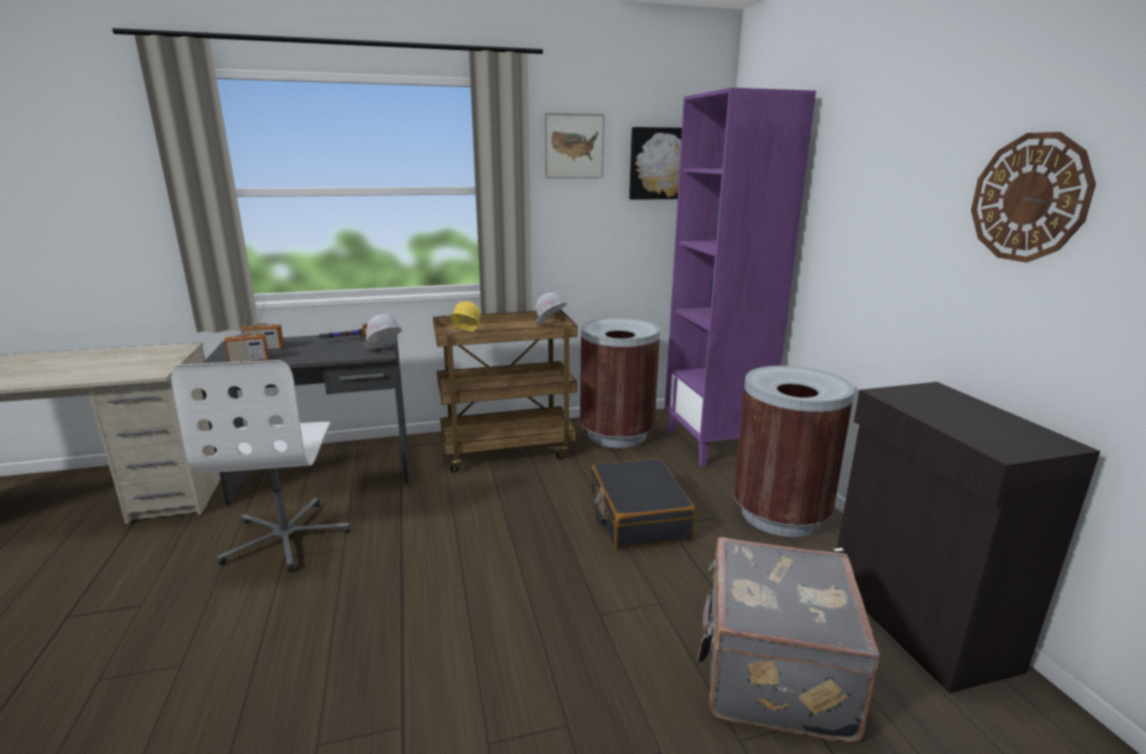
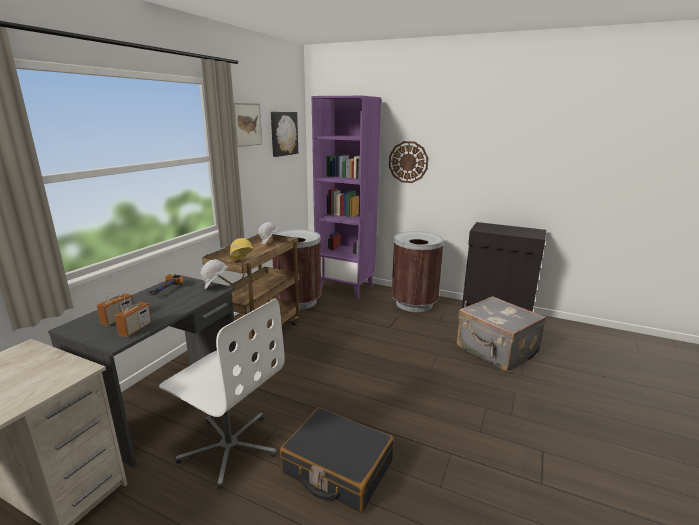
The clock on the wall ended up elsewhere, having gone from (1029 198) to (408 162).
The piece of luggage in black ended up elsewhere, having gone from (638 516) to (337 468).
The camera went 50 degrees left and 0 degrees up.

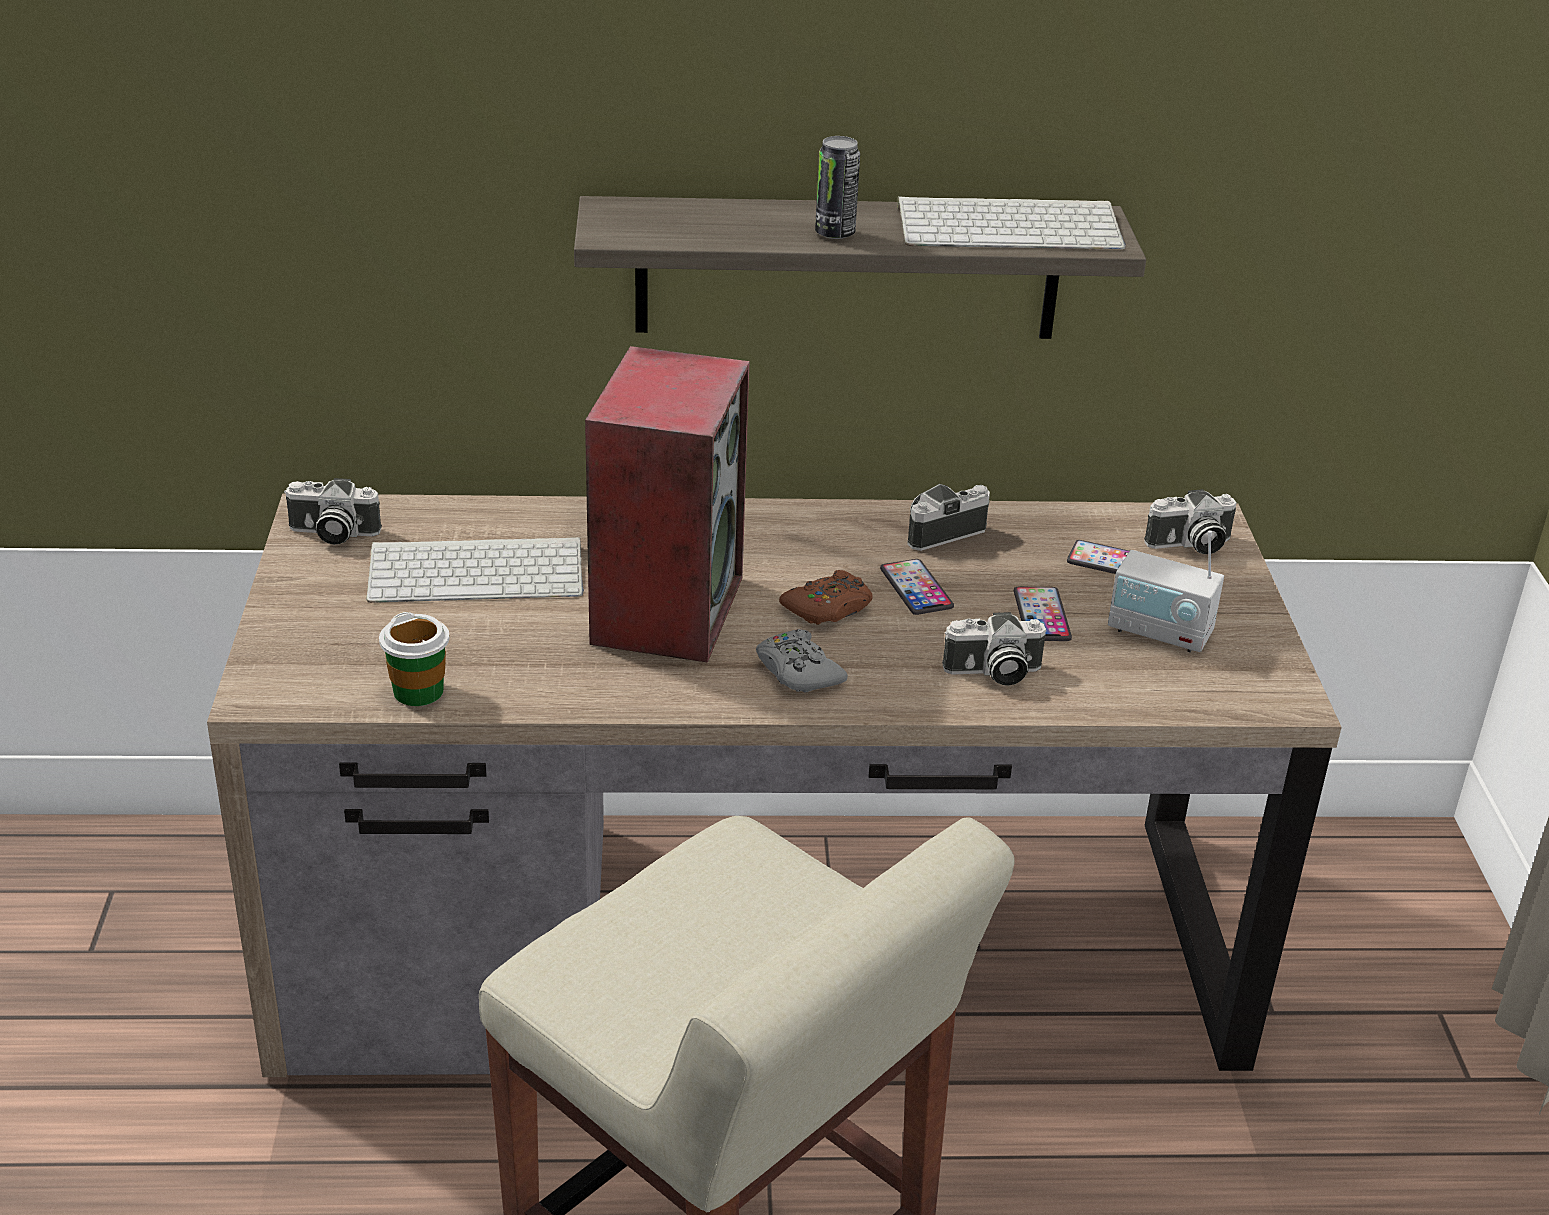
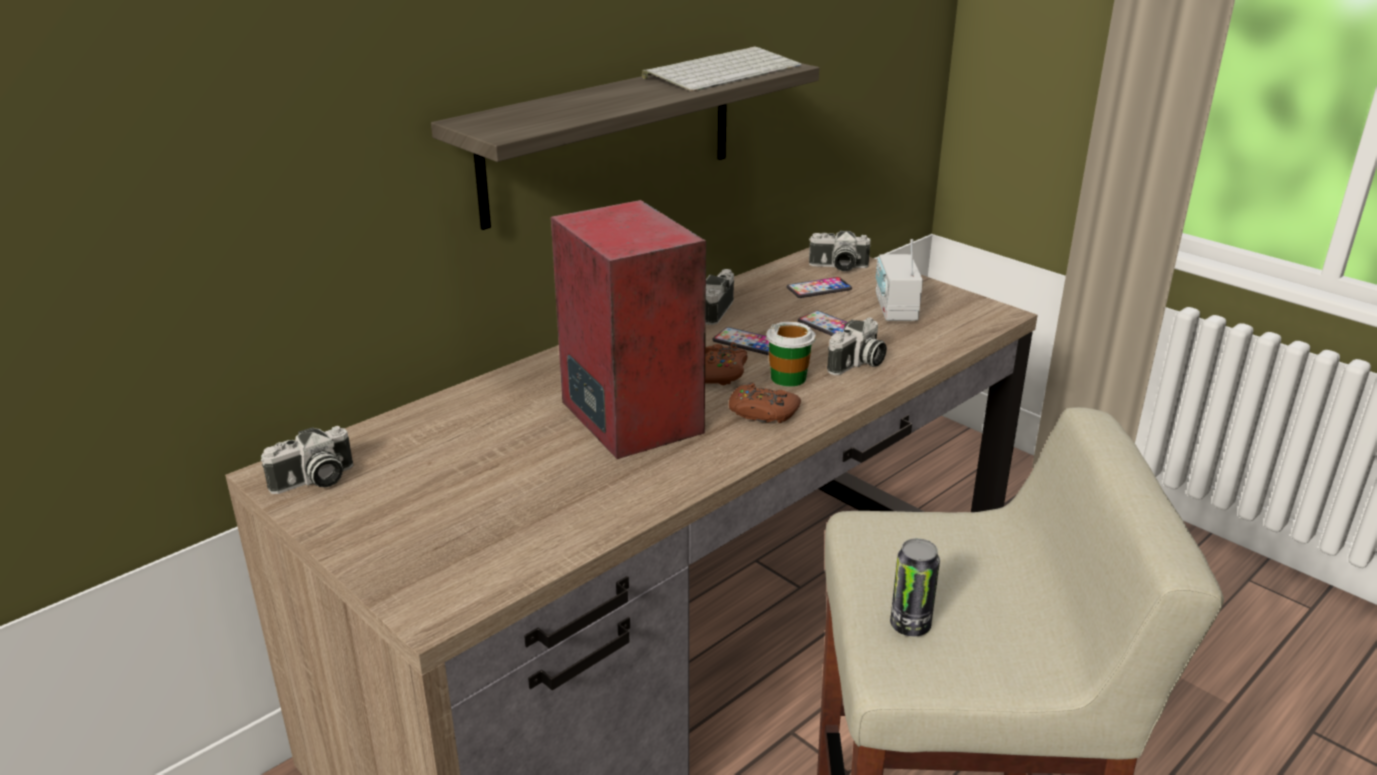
The metal can ended up elsewhere, having gone from (835 233) to (910 625).
The still camera at (1190 545) ended up facing another way, 60 degrees clockwise from before.
The radio set at (1159 632) ended up facing another way, 105 degrees clockwise from before.
The second view lost the PC keyboard at (479 571).
The small cup ended up elsewhere, having gone from (418 691) to (788 378).
What was the game controller in gray at (798 671) turned into the game controller in brownish at (762 412).
The camera went 40 degrees left and 5 degrees down.

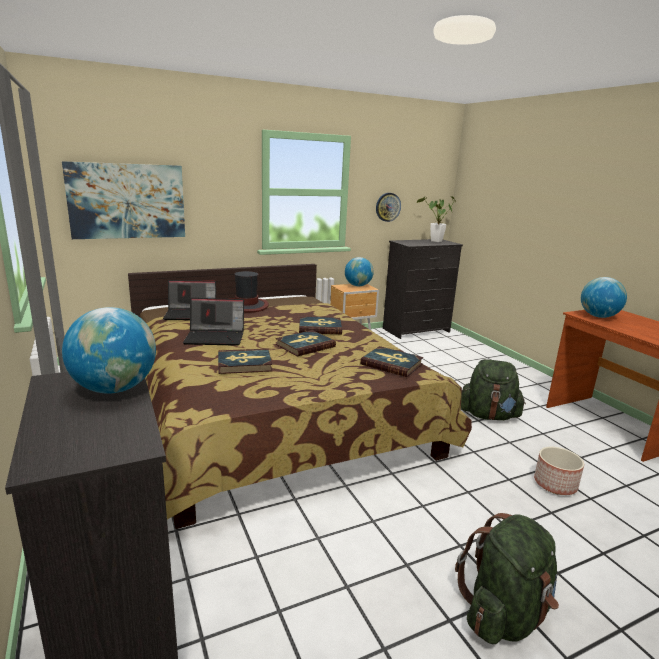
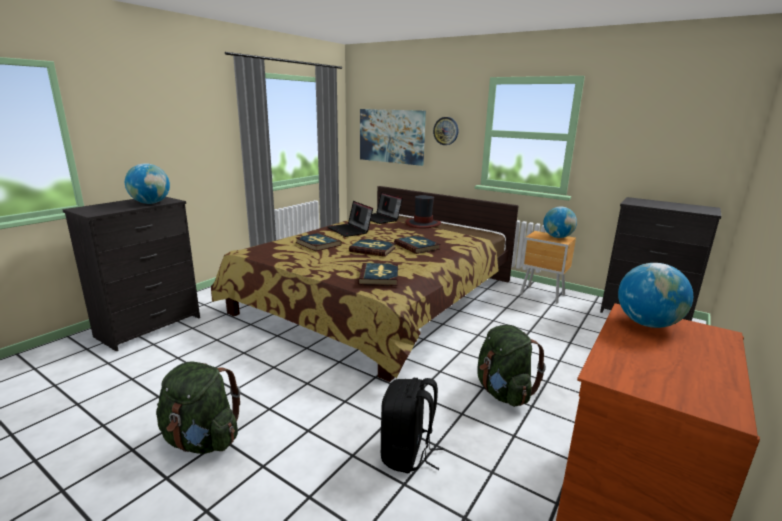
The clock on the wall ended up elsewhere, having gone from (388 207) to (446 131).
The second view lost the houseplant at (435 241).
Where the plant pot stood at (555 484), the rucksack in black came to stand at (407 454).
The camera went 60 degrees right and 0 degrees up.

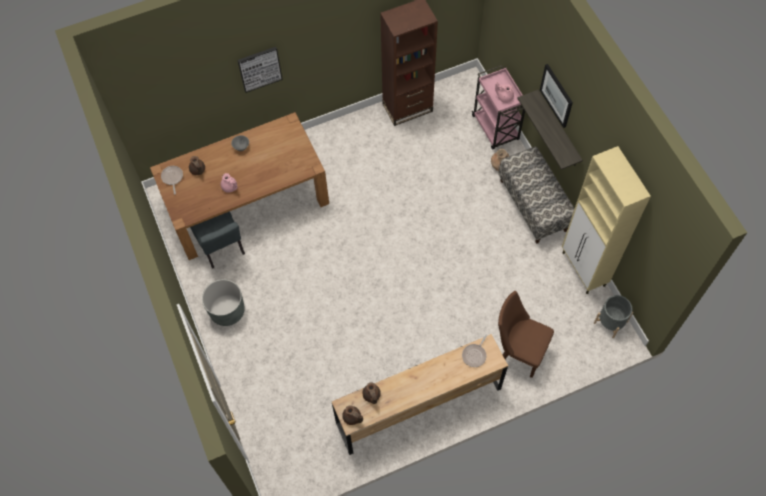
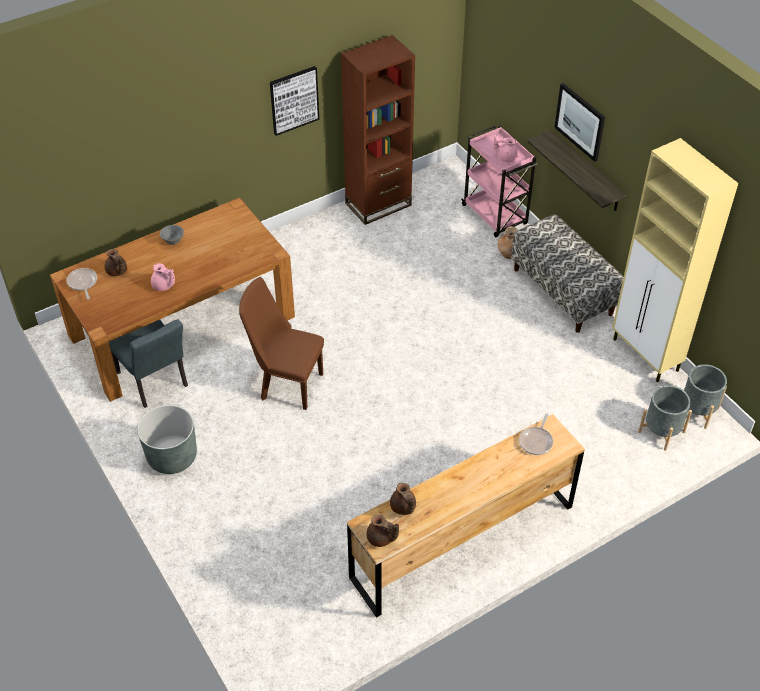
The wall art ended up elsewhere, having gone from (259 68) to (294 100).
The upright chair in brownish ended up elsewhere, having gone from (517 352) to (286 384).
The second view gained the plant pot in gray at (661 431).
The camera went 10 degrees left and 15 degrees down.

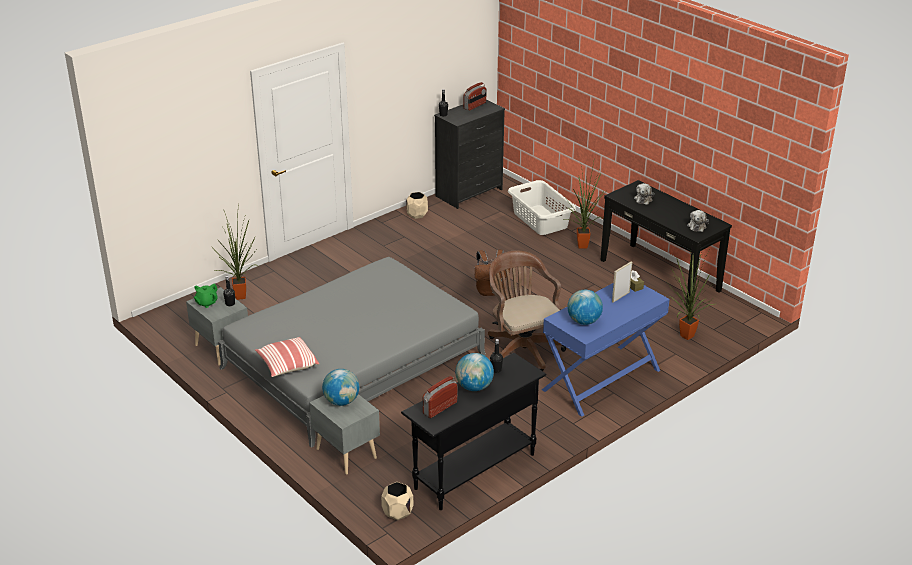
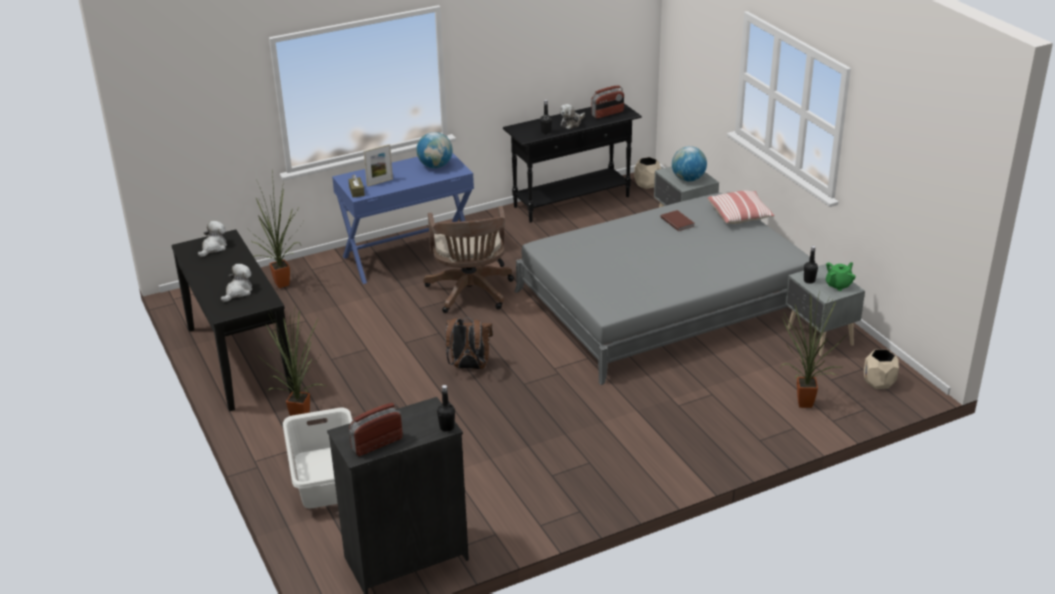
The plant pot in beige-coloured ended up elsewhere, having gone from (417 214) to (879 382).
Where the globe stood at (474 387), the soft toy came to stand at (571 123).
The second view gained the book in brownish at (677 221).
The camera went 165 degrees left and 0 degrees up.

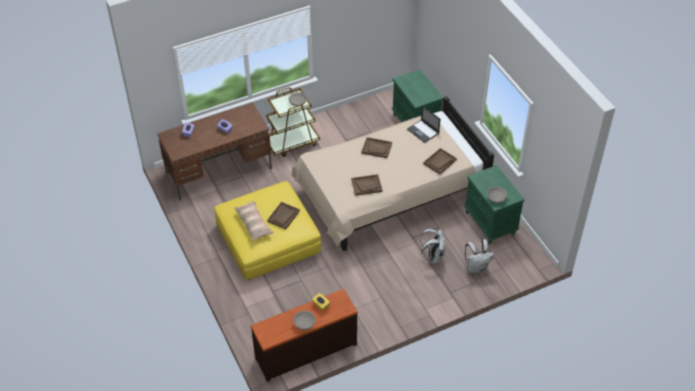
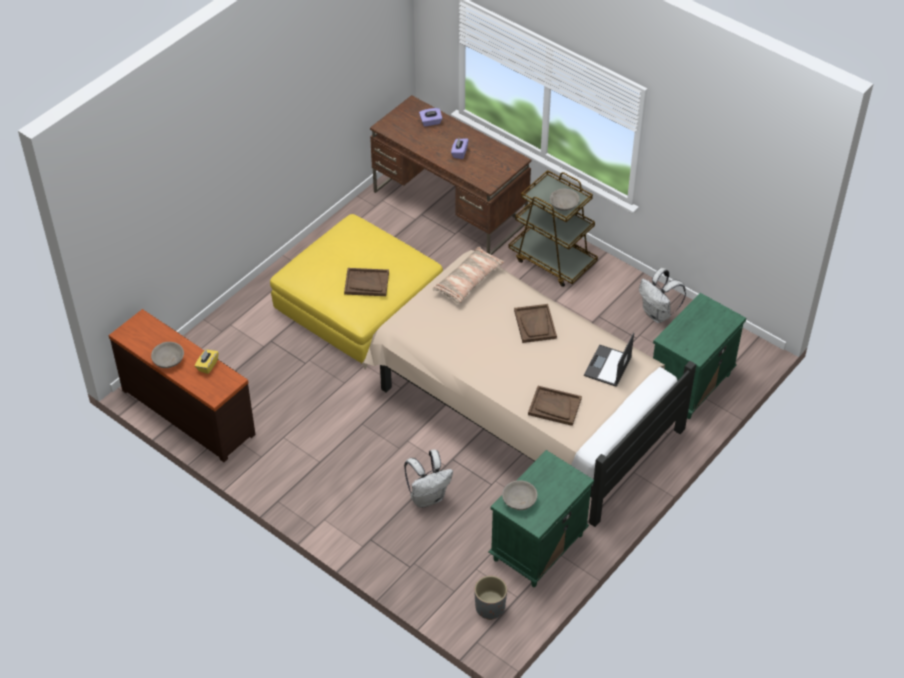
The second view lost the tray in brownish at (366 185).
The pillow ended up elsewhere, having gone from (254 224) to (469 281).
The rucksack in white-coloured ended up elsewhere, having gone from (476 268) to (658 314).
The second view gained the plant pot in gray at (490 607).
The camera went 65 degrees right and 0 degrees up.

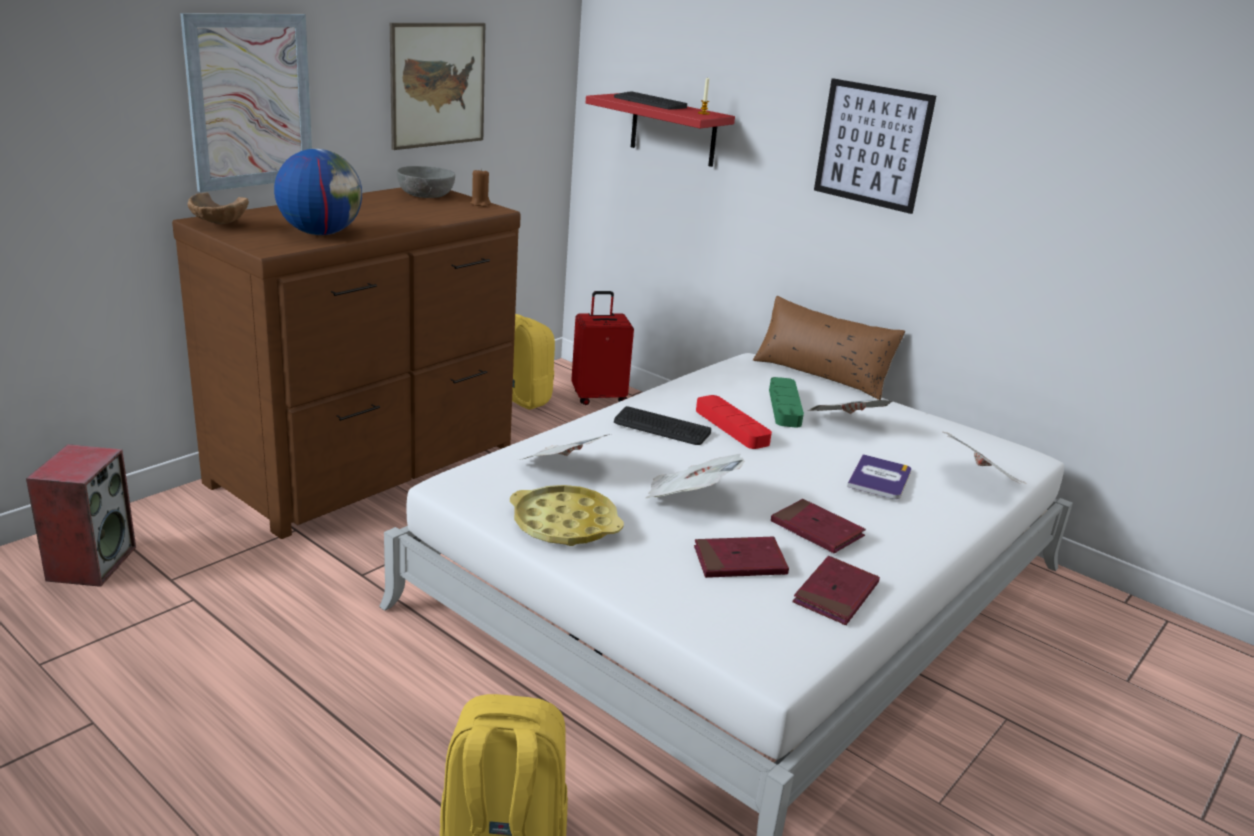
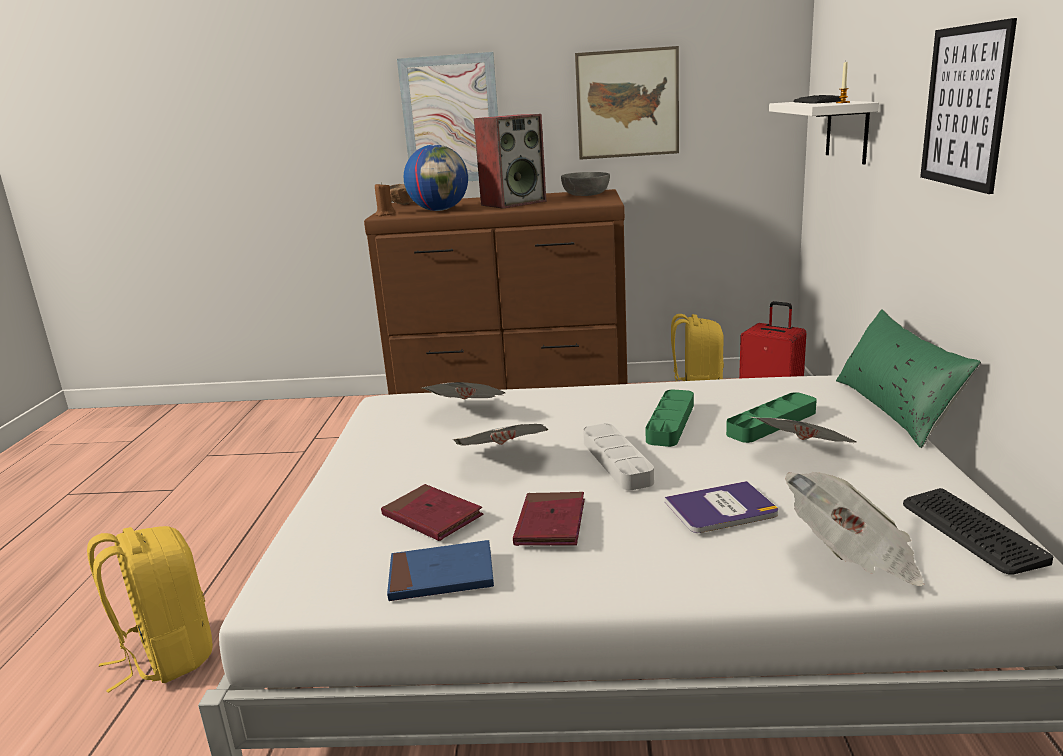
What was the wall shelf in red-coloured at (673 130) turned into the wall shelf in white-coloured at (847 130).
The candle in brownish ended up elsewhere, having gone from (480 204) to (385 214).
What was the pillow in brownish at (821 375) turned into the pillow in greenish at (895 409).
What was the tray in red-coloured at (731 426) turned into the tray in greenish at (670 423).
The PC keyboard ended up elsewhere, having gone from (661 428) to (970 531).
The loudspeaker ended up elsewhere, having gone from (91 563) to (513 203).
The second view lost the tray in yellowish at (565 524).
What was the book in red-coloured at (835 594) turned into the book in bluish at (441 576).
The second view gained the tray in gray at (616 461).
The camera went 55 degrees right and 5 degrees down.

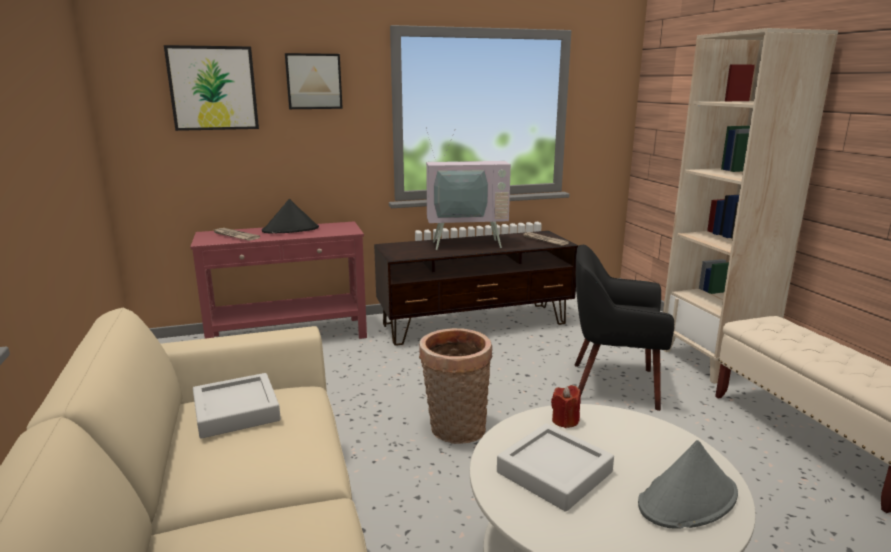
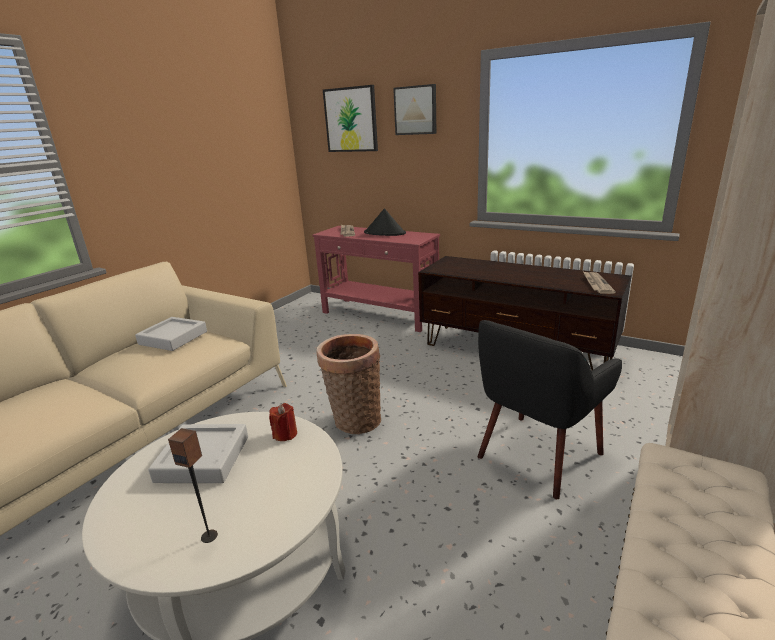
The second view lost the TV at (466 243).
The armchair in black at (612 384) ended up facing another way, 105 degrees counterclockwise from before.
Where the wearable hat in gray stood at (688 499), the loudspeaker came to stand at (209 536).
The camera went 50 degrees right and 5 degrees up.

